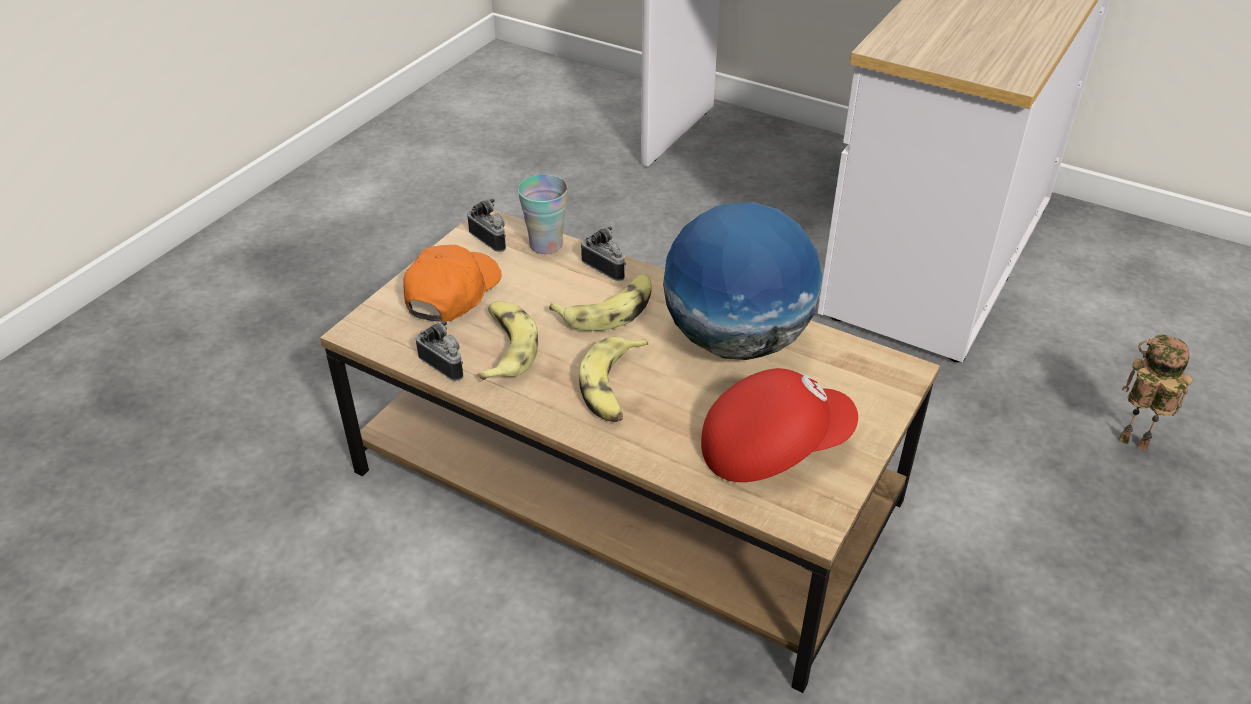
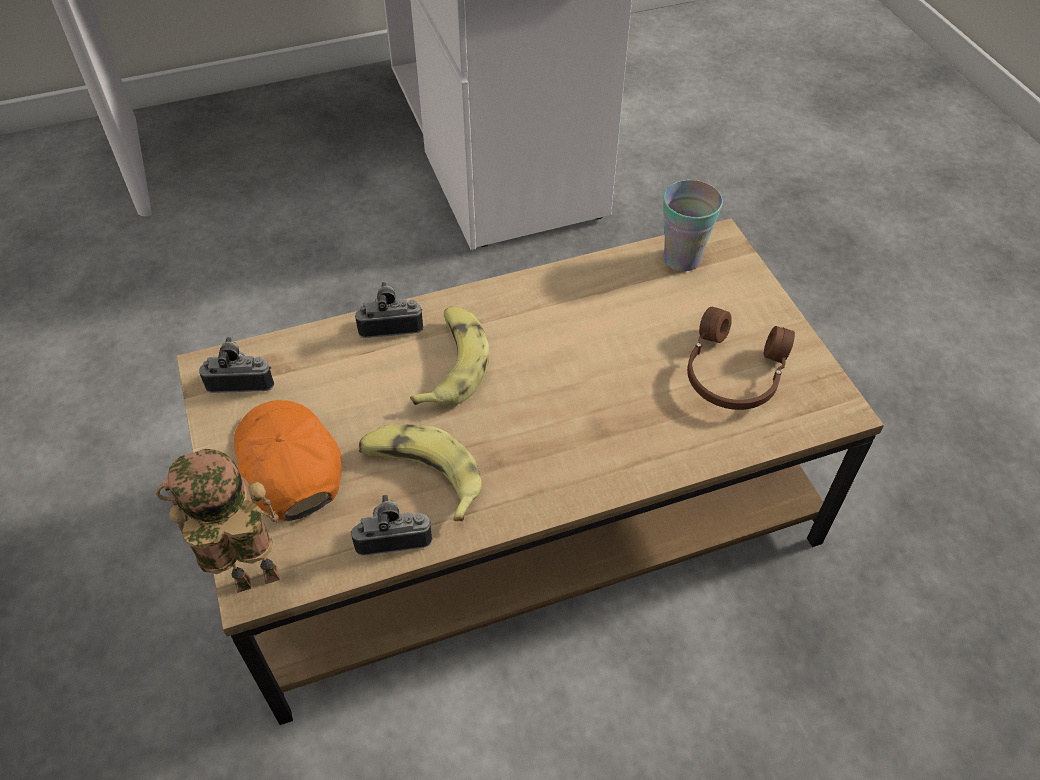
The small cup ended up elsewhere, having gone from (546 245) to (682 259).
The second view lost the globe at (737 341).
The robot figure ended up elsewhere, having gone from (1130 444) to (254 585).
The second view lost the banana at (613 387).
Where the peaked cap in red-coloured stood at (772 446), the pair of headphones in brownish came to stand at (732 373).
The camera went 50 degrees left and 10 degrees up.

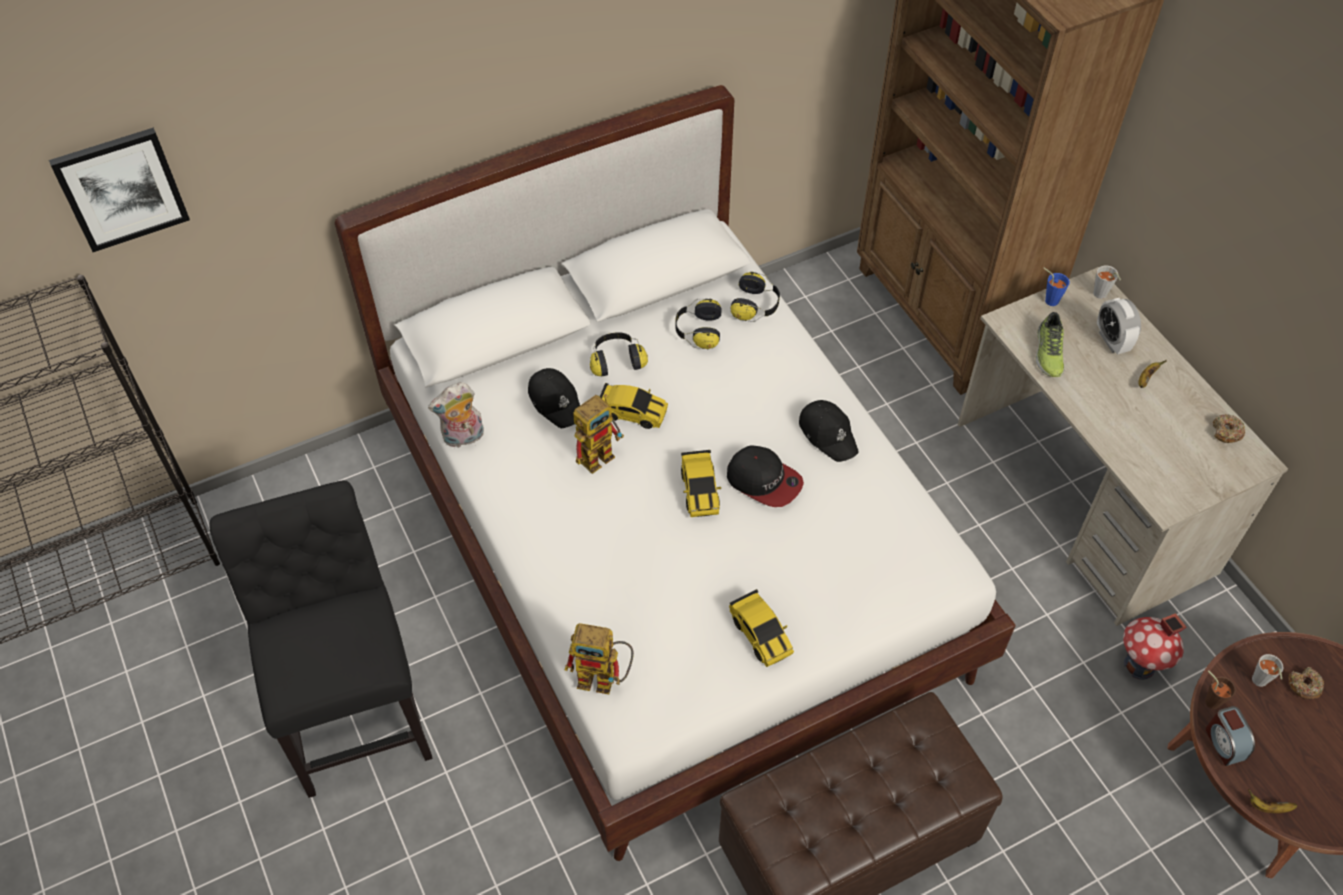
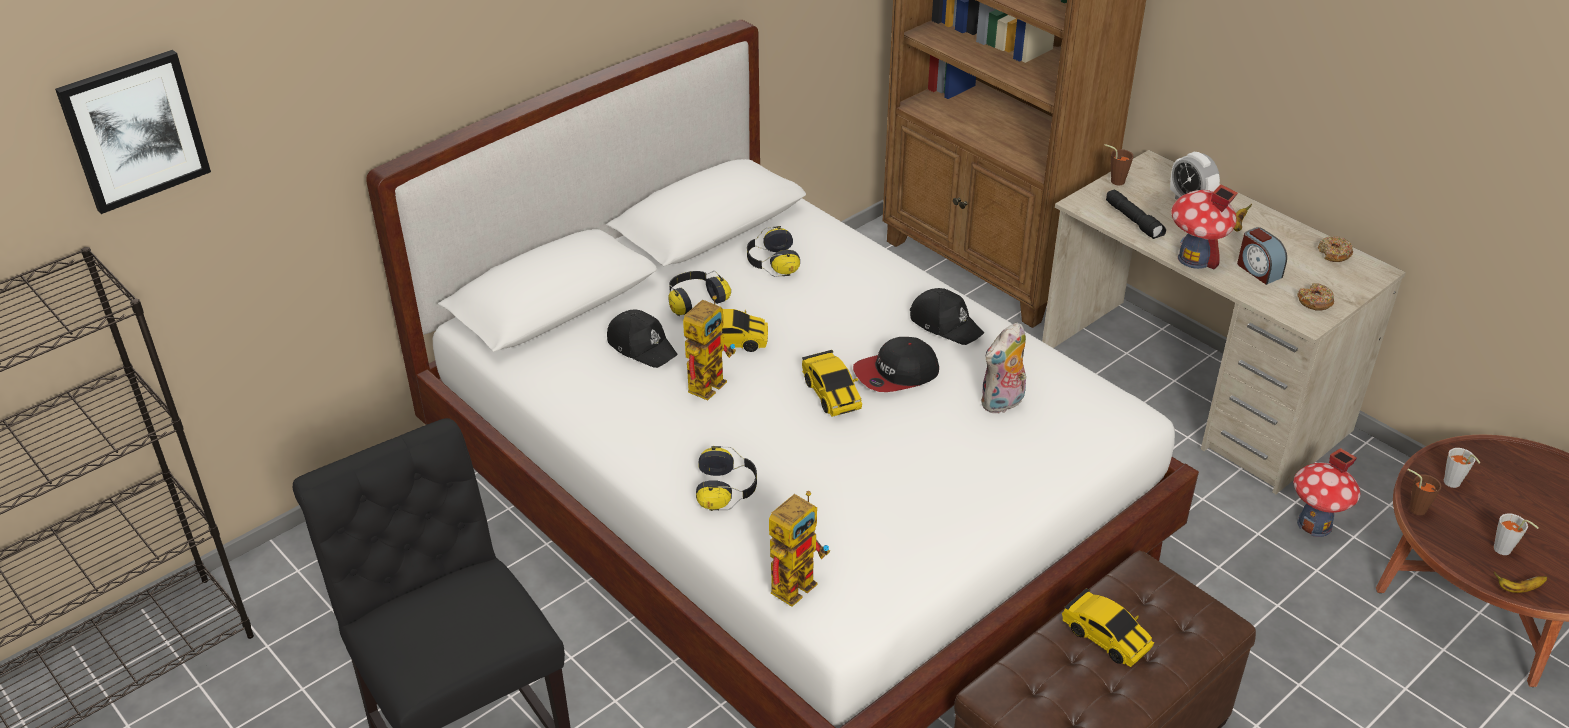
The small cup in gray ended up elsewhere, having gone from (1101 296) to (1505 551).
What was the small cup in bluish at (1049 299) turned into the small cup in brownish at (1114 180).
The pair of headphones ended up elsewhere, having gone from (756 306) to (727 489).
Where the shoe stood at (1048 352), the torch in black came to stand at (1134 221).
The soft toy ended up elsewhere, having gone from (463 438) to (1003 403).
The peaked cap at (764 480) ended up facing another way, 135 degrees clockwise from before.
The toy car ended up elsewhere, having gone from (760 634) to (1105 637).
The robot figure at (605 678) ended up facing another way, 45 degrees counterclockwise from before.
The donut ended up elsewhere, having gone from (1304 685) to (1314 302).
The bedside clock ended up elsewhere, having gone from (1224 743) to (1258 270).
The second view gained the toy house at (1194 259).
The camera went 15 degrees left and 15 degrees down.

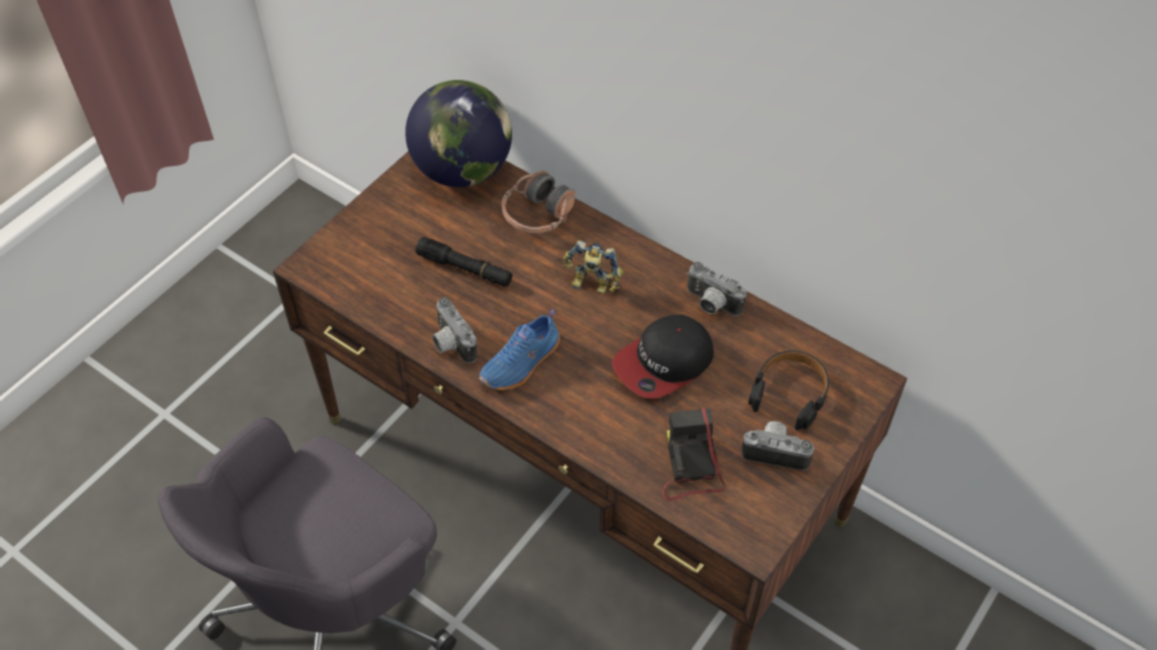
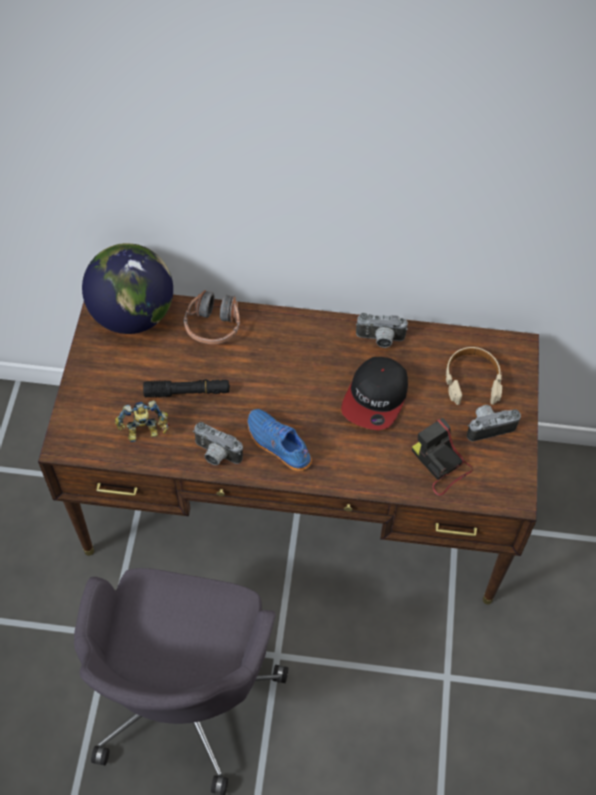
The robot figure ended up elsewhere, having gone from (591 285) to (144 433).
The shoe in bluish at (522 363) ended up facing another way, 120 degrees clockwise from before.
What was the pair of headphones in black at (790 393) turned into the pair of headphones in beige-coloured at (472 380).
The camera went 30 degrees left and 5 degrees up.

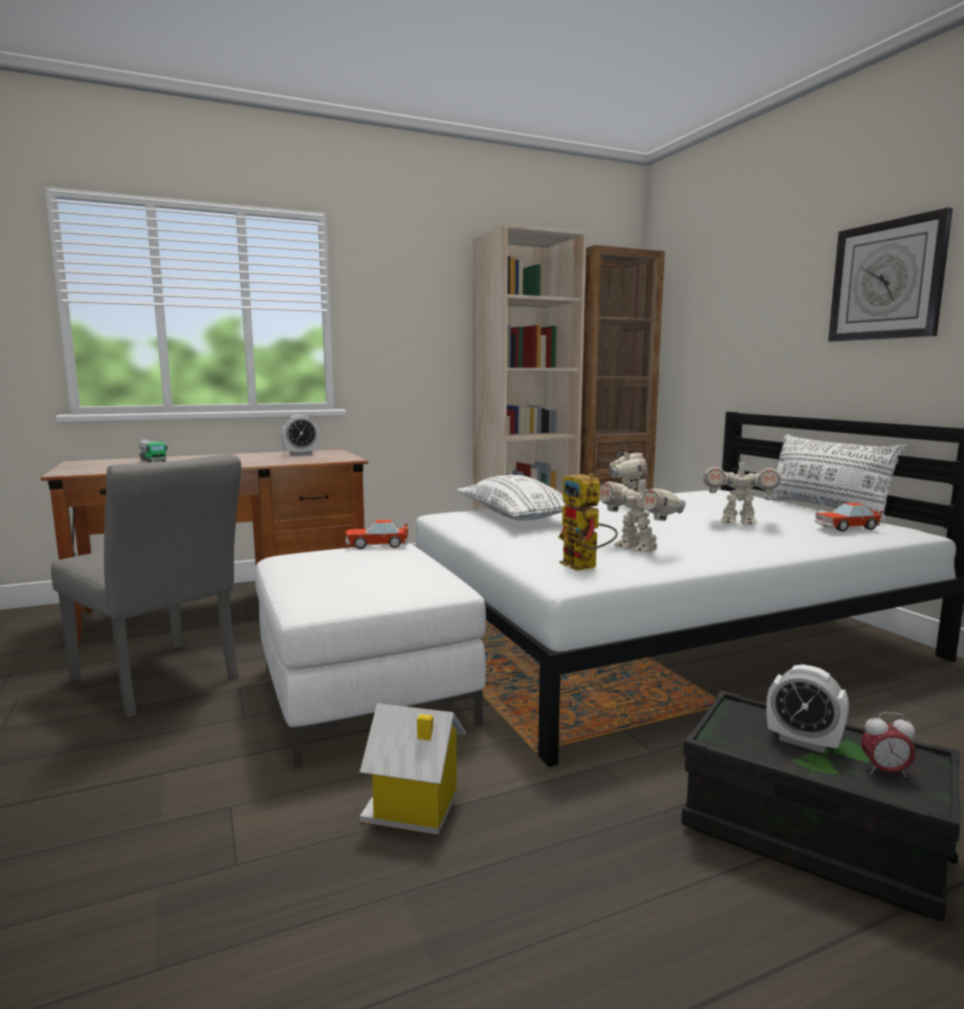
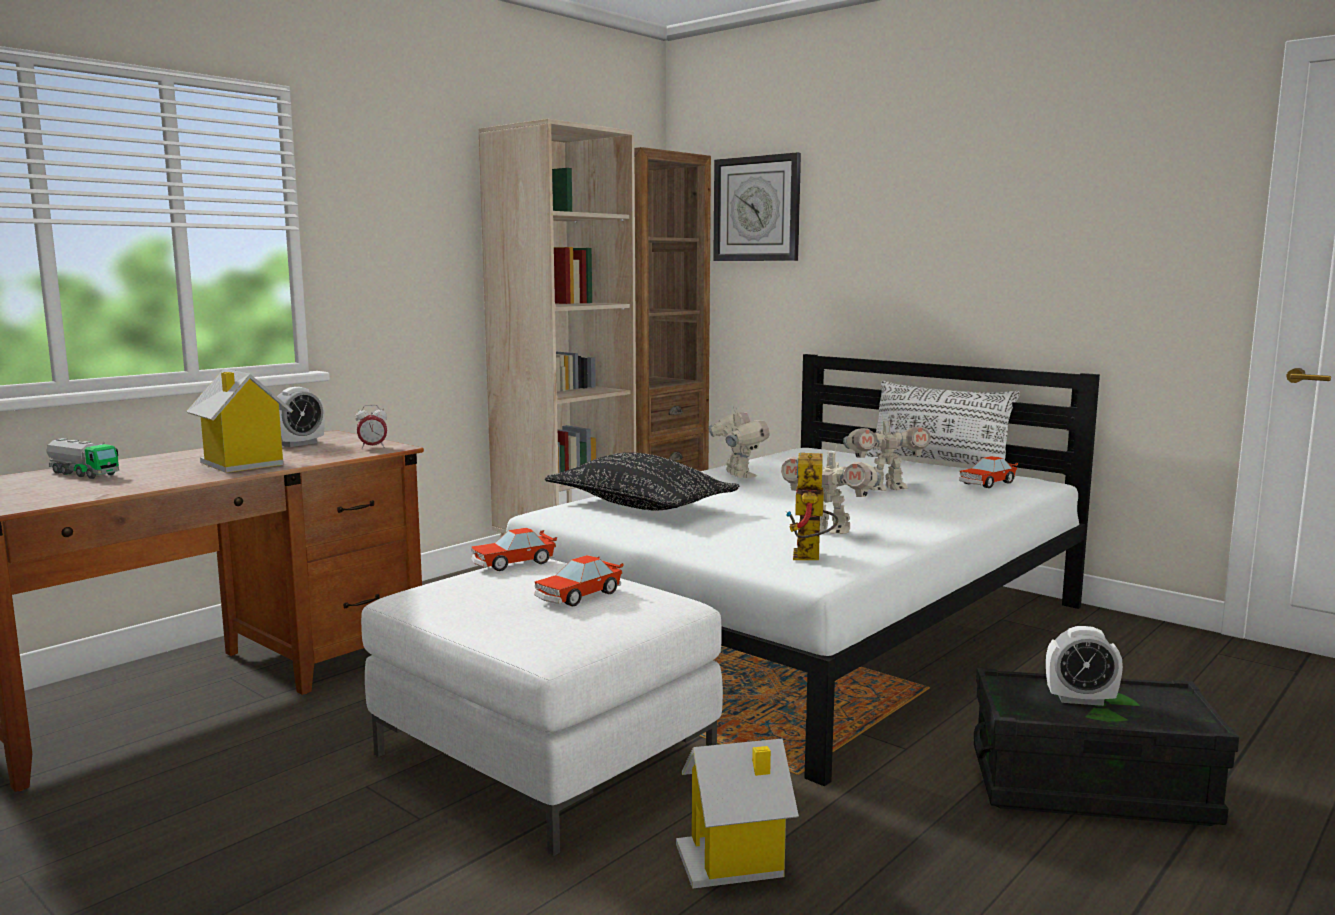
The clock on the wall ended up elsewhere, having gone from (887 280) to (757 209).
The second view lost the upright chair in gray at (161 682).
The robot figure at (585 567) ended up facing another way, 60 degrees clockwise from before.
What was the pillow in white-coloured at (516 517) turned into the pillow in black at (640 506).
The bedside clock ended up elsewhere, having gone from (884 771) to (372 448).
The second view gained the toy house at (242 464).
The second view gained the toy car at (578 596).
The camera went 25 degrees left and 0 degrees up.

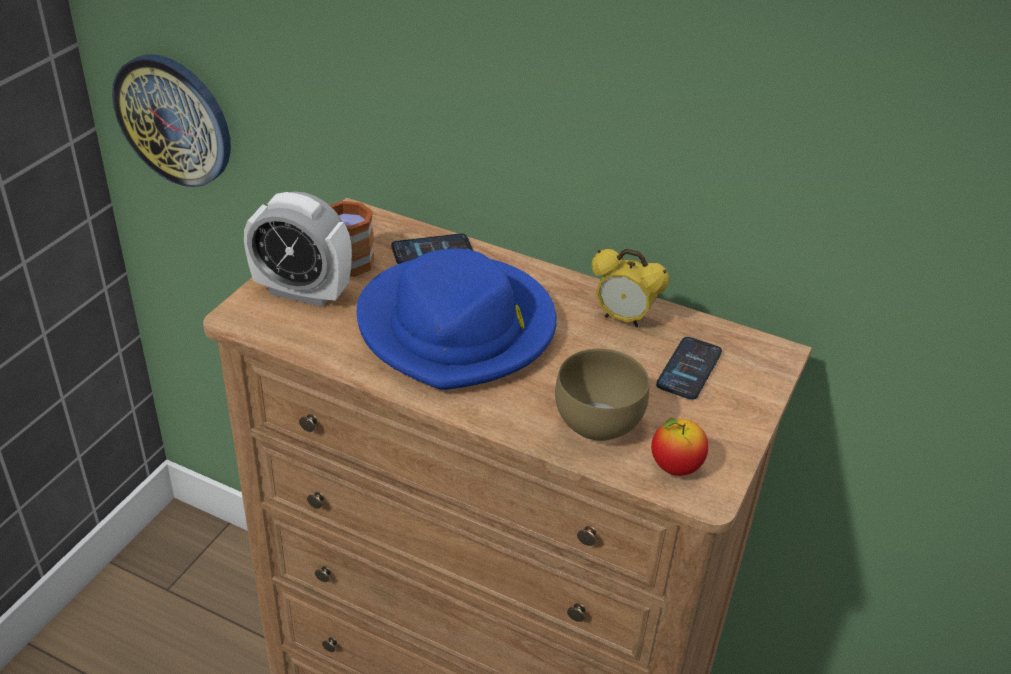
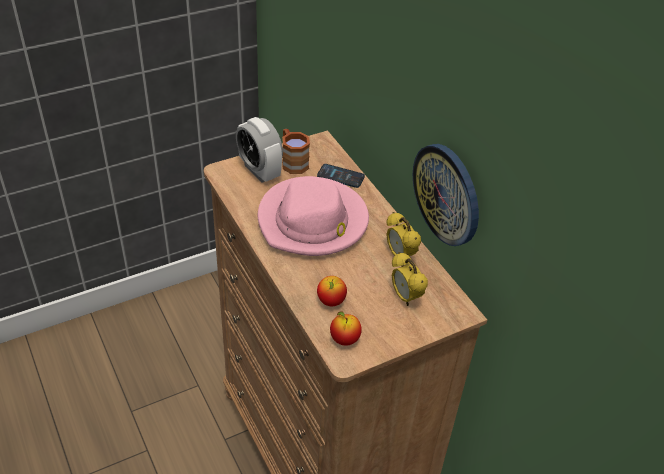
The clock on the wall ended up elsewhere, having gone from (174 120) to (447 194).
What was the wearable hat in bluish at (458 328) turned into the wearable hat in pink at (313 221).
Where the phone stood at (689 369), the bedside clock came to stand at (405 297).
Where the bowl in brownish stood at (601 425), the apple came to stand at (331 301).
The camera went 35 degrees right and 5 degrees up.

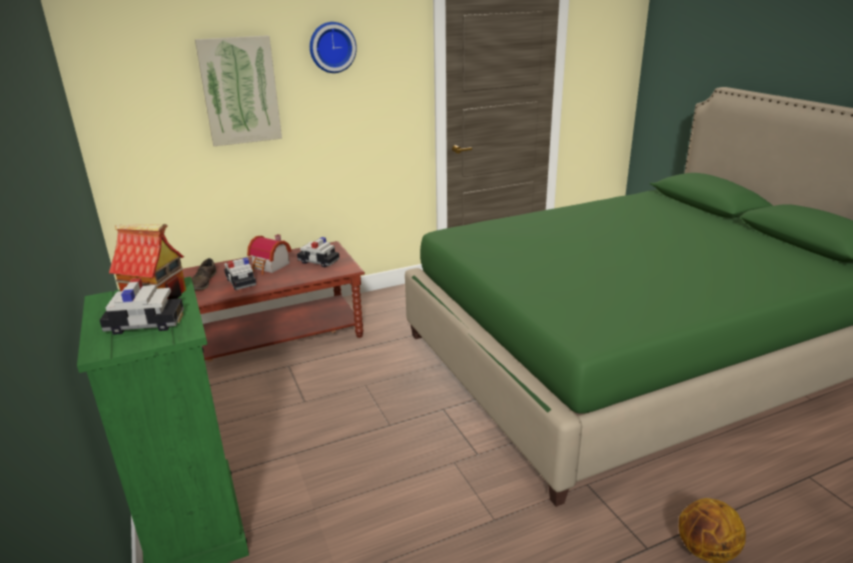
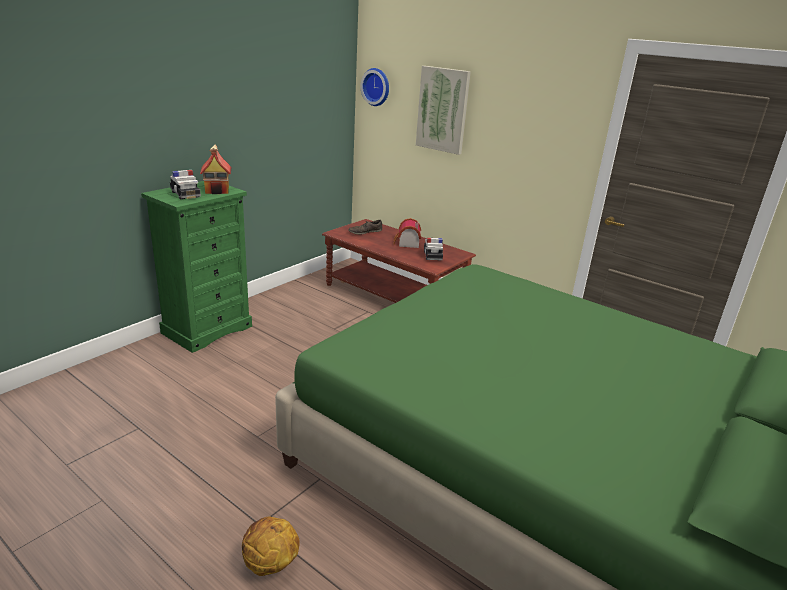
The clock on the wall ended up elsewhere, having gone from (332 47) to (377 87).
The second view lost the toy car at (240 282).
The camera went 60 degrees right and 0 degrees up.

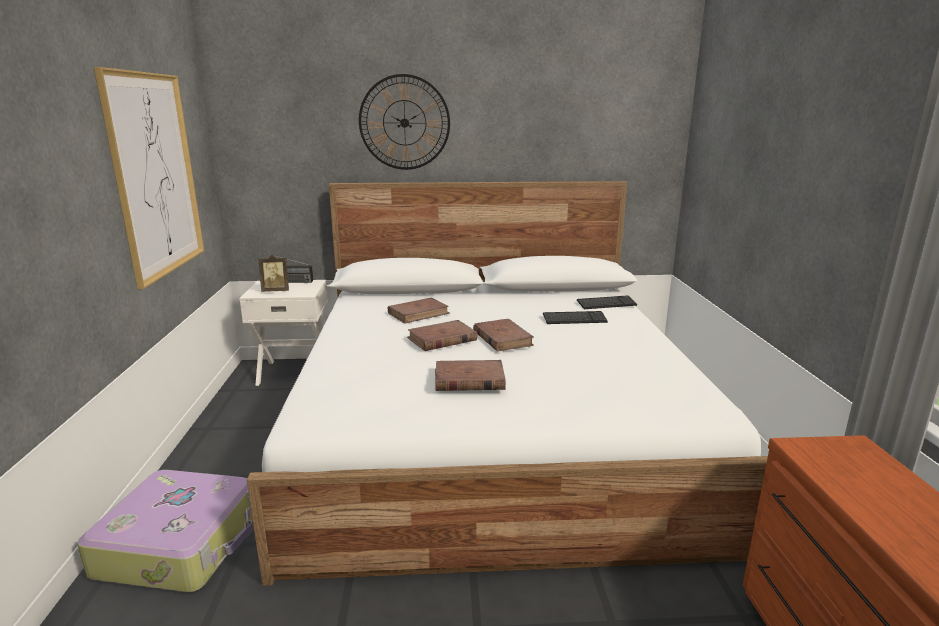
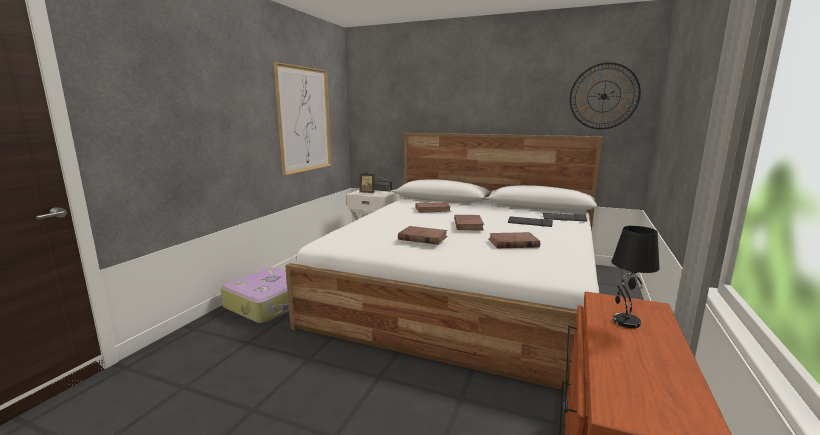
The clock on the wall ended up elsewhere, having gone from (404 123) to (603 96).
The book in brownish ended up elsewhere, having gone from (442 339) to (513 243).
The second view gained the tabletop lamp in black at (625 321).
The camera went 25 degrees right and 5 degrees down.

